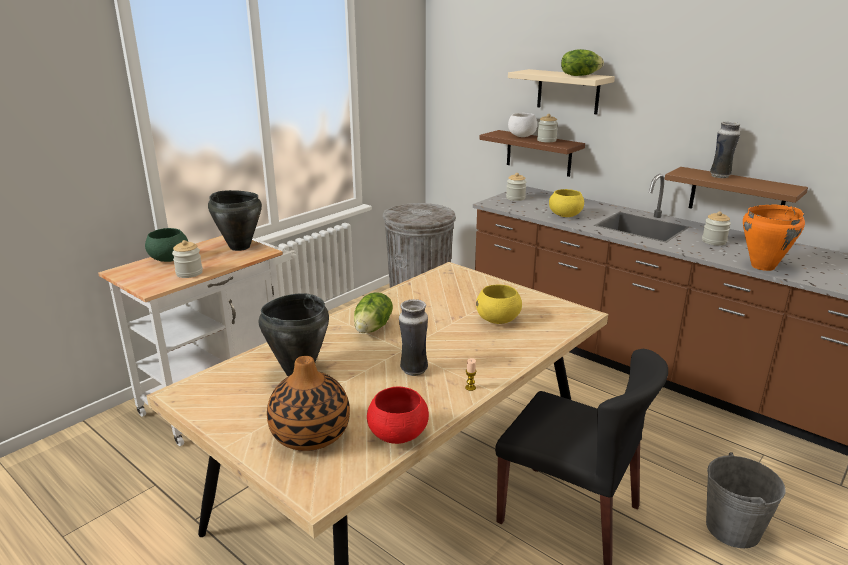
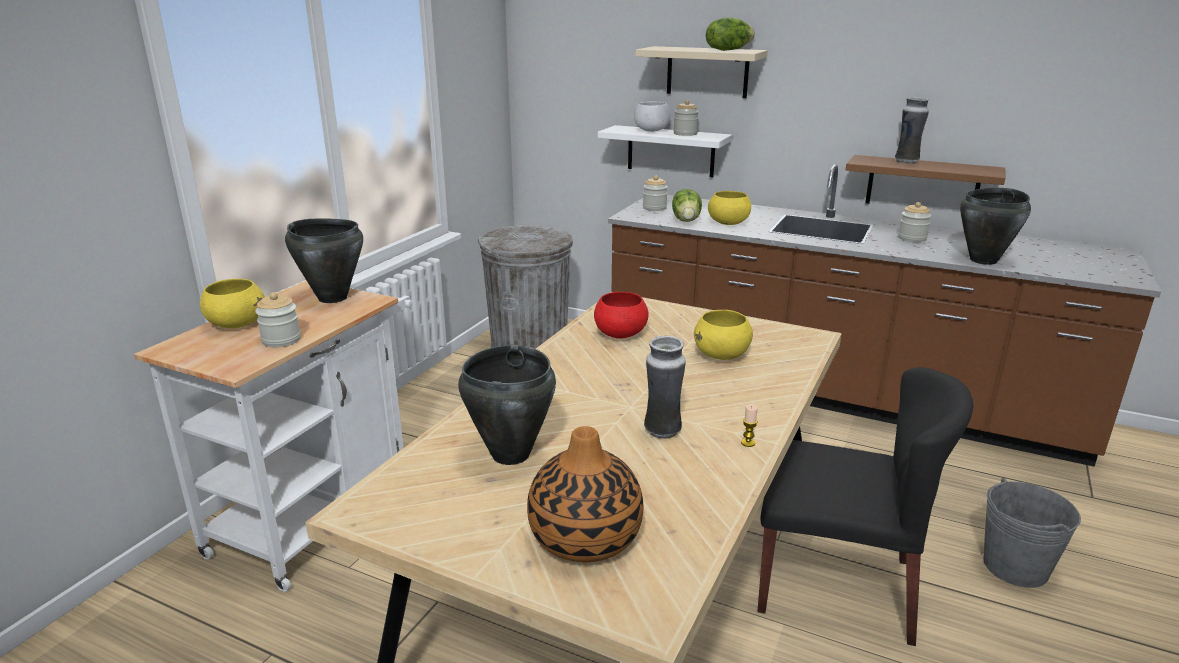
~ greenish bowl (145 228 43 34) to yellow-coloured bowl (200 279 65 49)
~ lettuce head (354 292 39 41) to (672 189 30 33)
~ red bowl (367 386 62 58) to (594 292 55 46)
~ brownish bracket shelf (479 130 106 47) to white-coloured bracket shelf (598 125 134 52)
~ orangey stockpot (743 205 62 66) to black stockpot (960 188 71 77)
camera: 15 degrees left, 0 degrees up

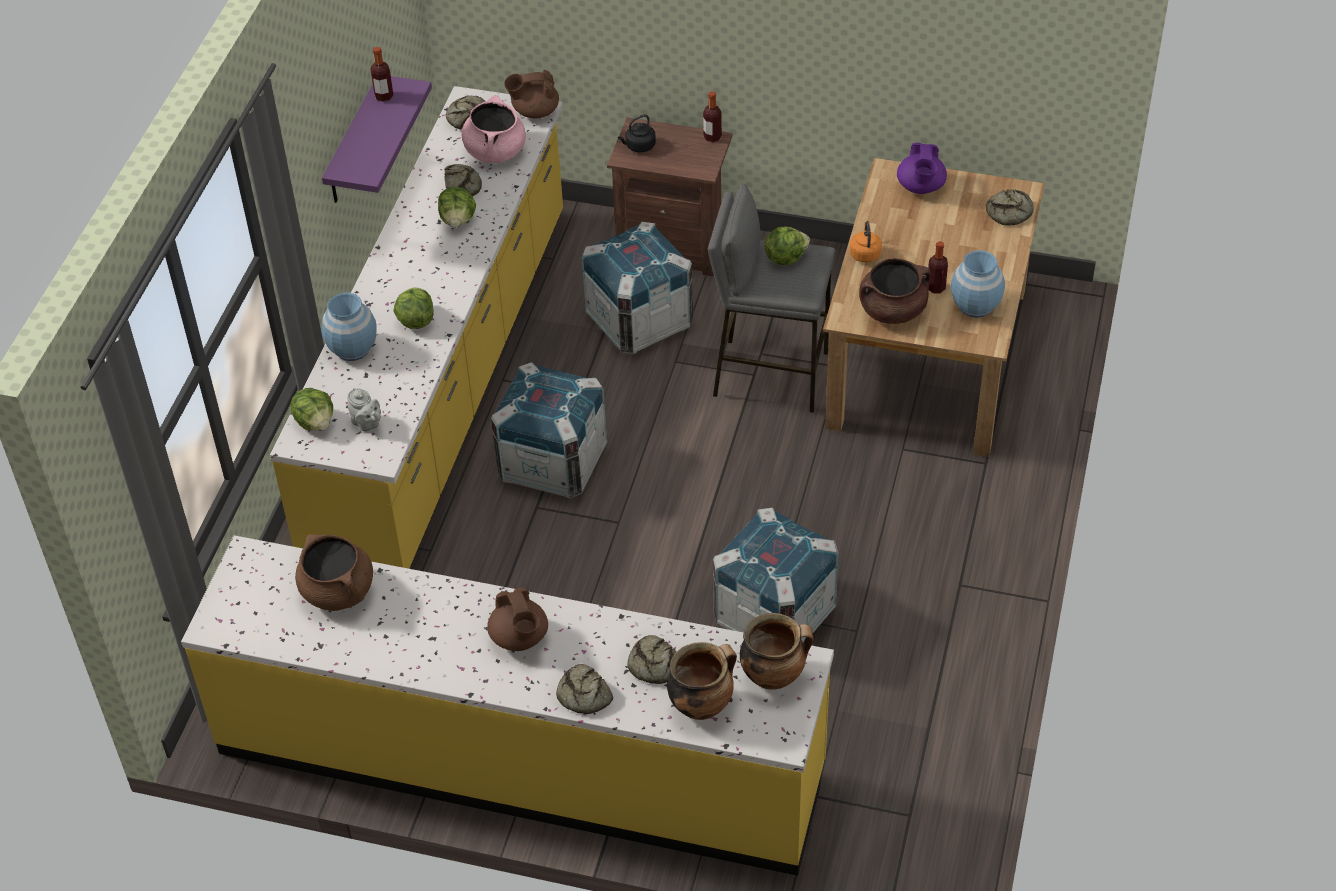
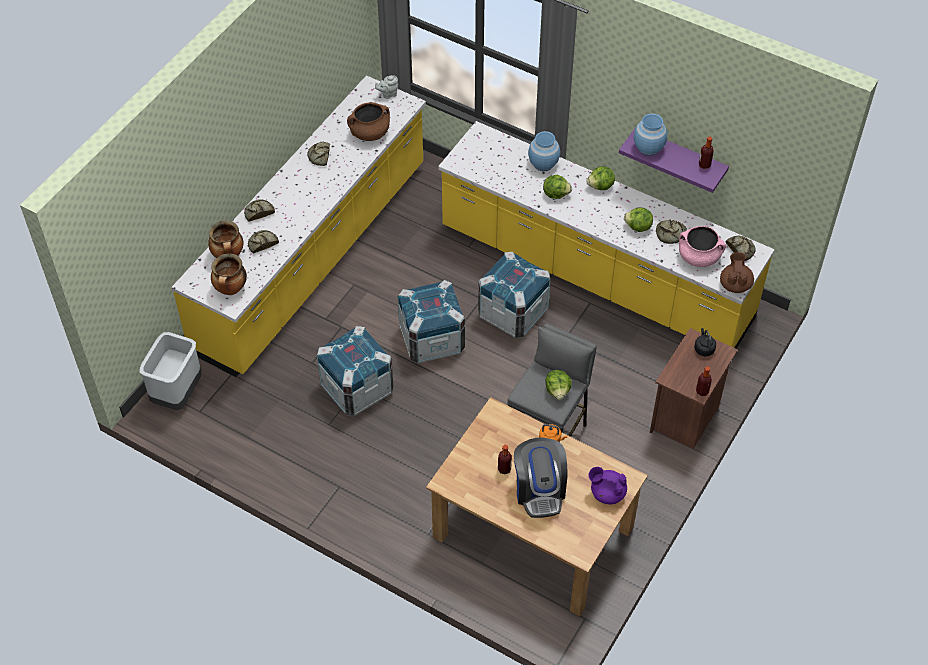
~ lettuce head (291 388 42 42) to (586 166 29 24)
~ grey tea pot (347 388 34 44) to (375 75 23 24)
- brownish tea pot (487 587 61 64)
~ crate (582 222 111 132) to (398 280 67 84)
- brownish stockpot (859 258 72 66)
~ blue flower vase (951 250 54 68) to (634 113 34 43)
~ baked bread (985 189 49 37) to (307 142 23 24)
+ grey waste bin (139 332 62 78)
+ coffee machine (514 438 53 80)
camera: 105 degrees right, 5 degrees up

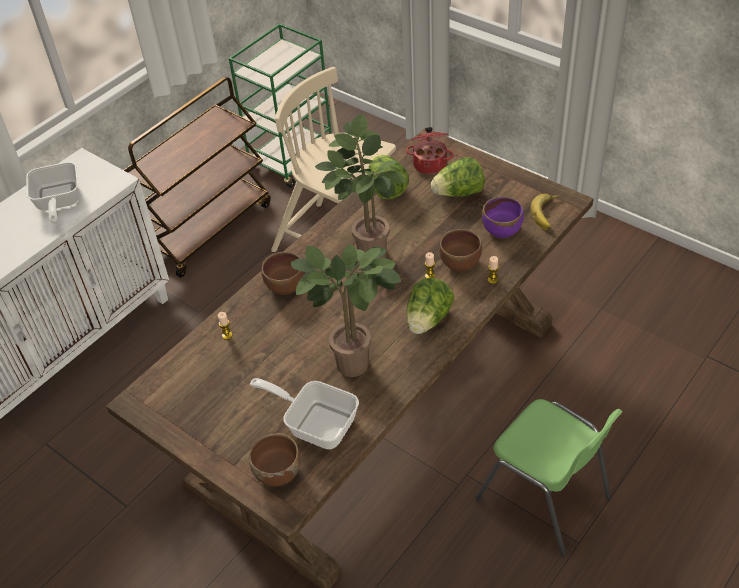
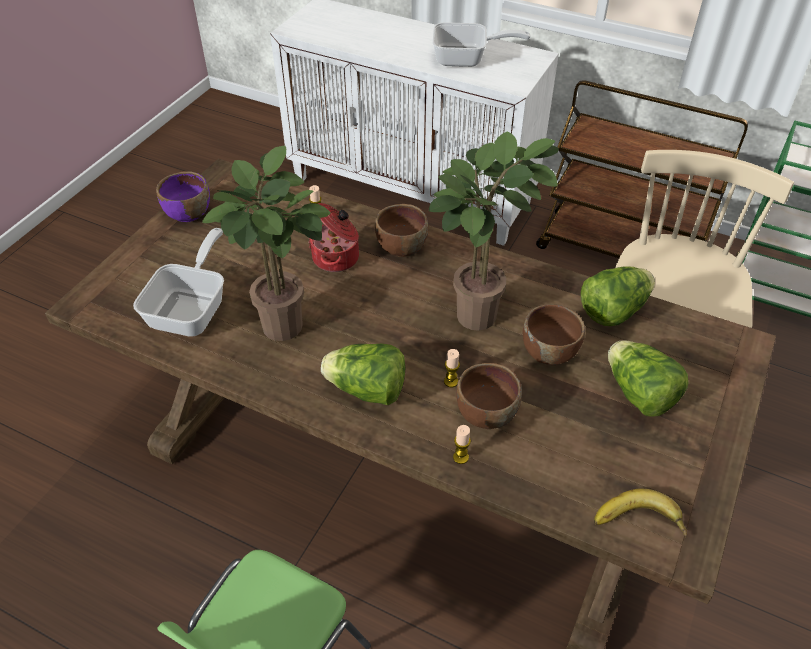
~ skillet (26 162 53 62) = (432 22 98 45) 150 degrees counterclockwise
~ brownish bowl (249 433 51 53) to (522 304 63 61)
~ stockpot (406 127 48 47) to (308 203 51 69)
~ purple-coloured bowl (482 196 42 42) to (156 172 54 50)
camera: 75 degrees right, 0 degrees up

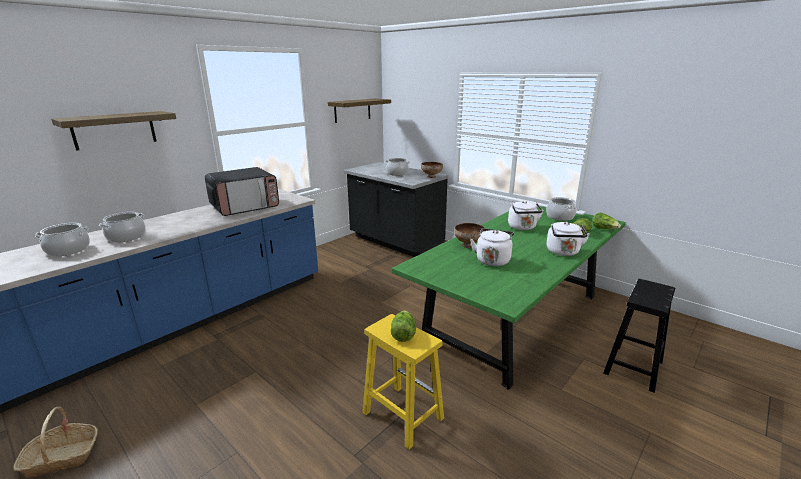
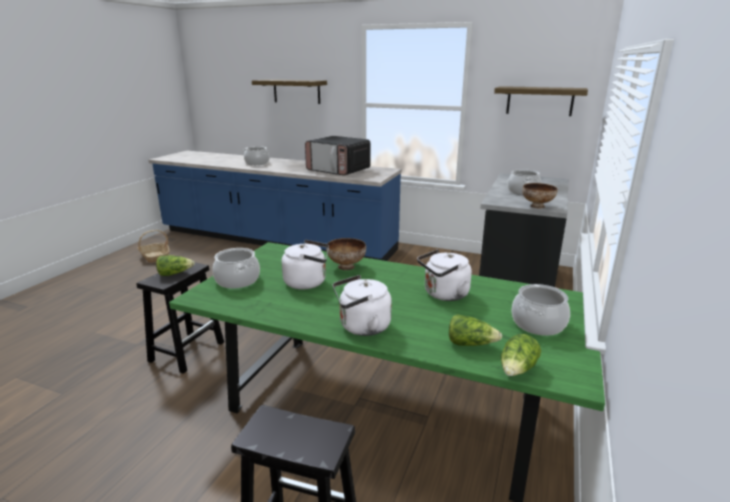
~ stockpot (35 223 55 33) to (212 248 48 41)
~ yellow-coloured stool (362 314 82 136) to black stool (137 262 87 112)
camera: 70 degrees right, 0 degrees up

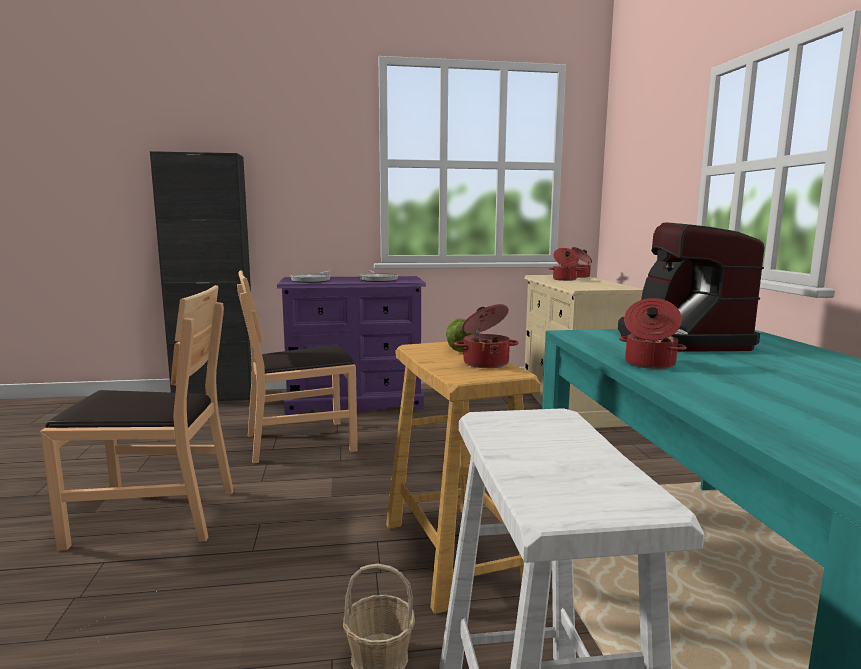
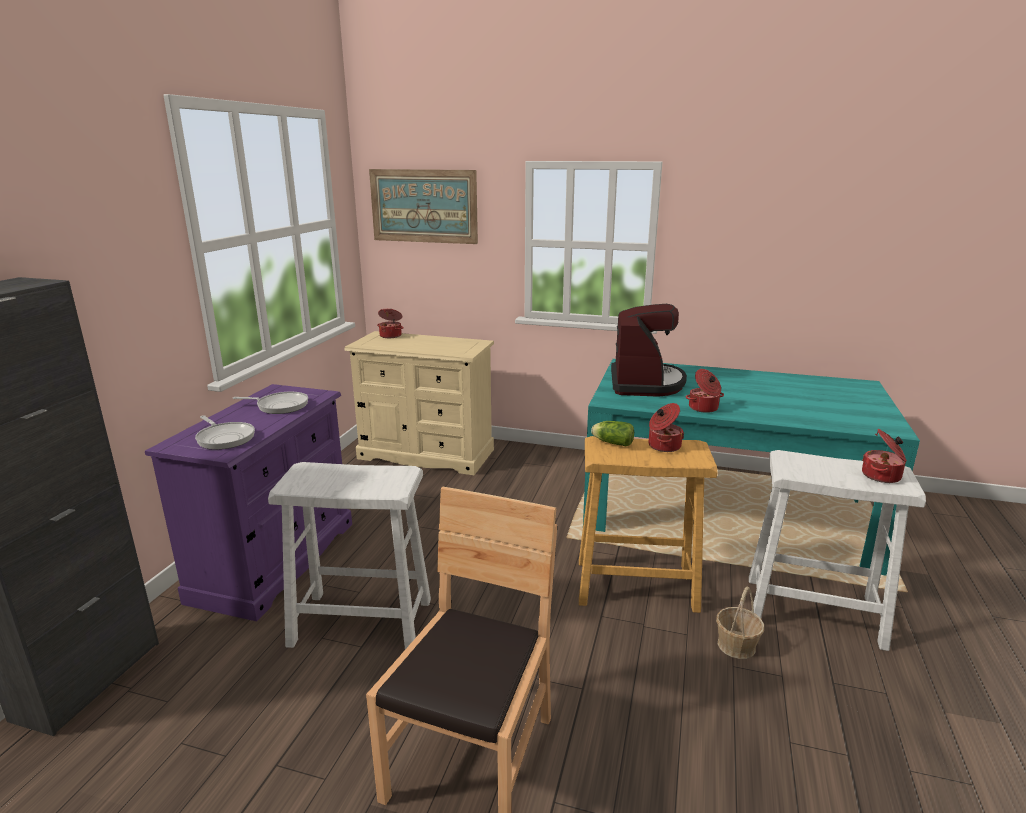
~ brownish chair (237 270 121 194) to white-coloured stool (268 462 163 187)
~ stockpot (548 248 34 33) to (862 429 45 54)
~ coffee machine (618 223 146 129) = (611 304 76 93) 105 degrees counterclockwise
+ picture (369 169 109 75)
camera: 65 degrees left, 10 degrees up

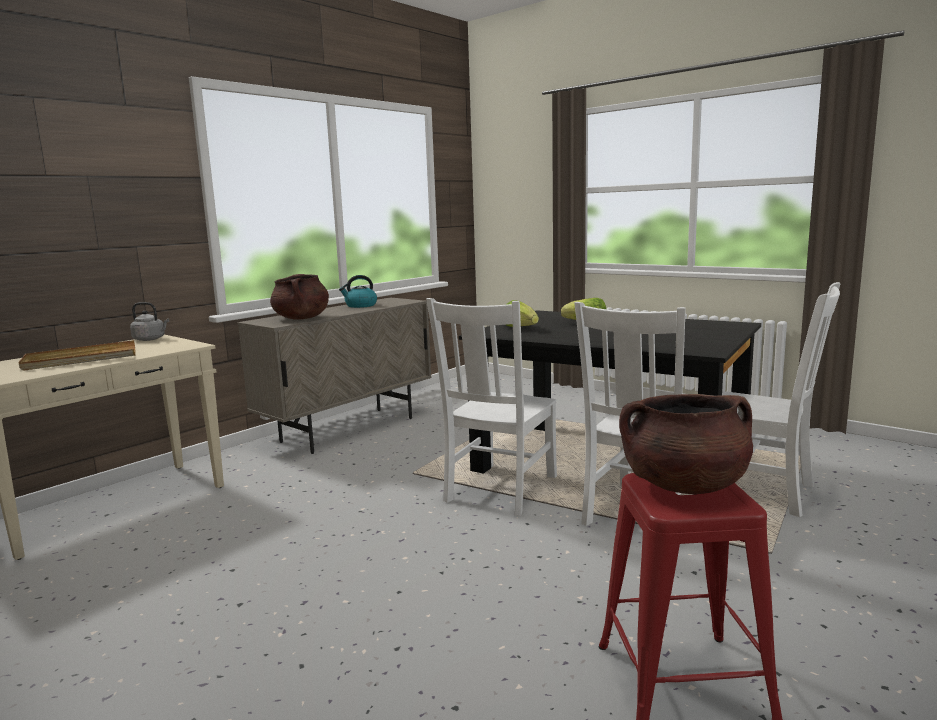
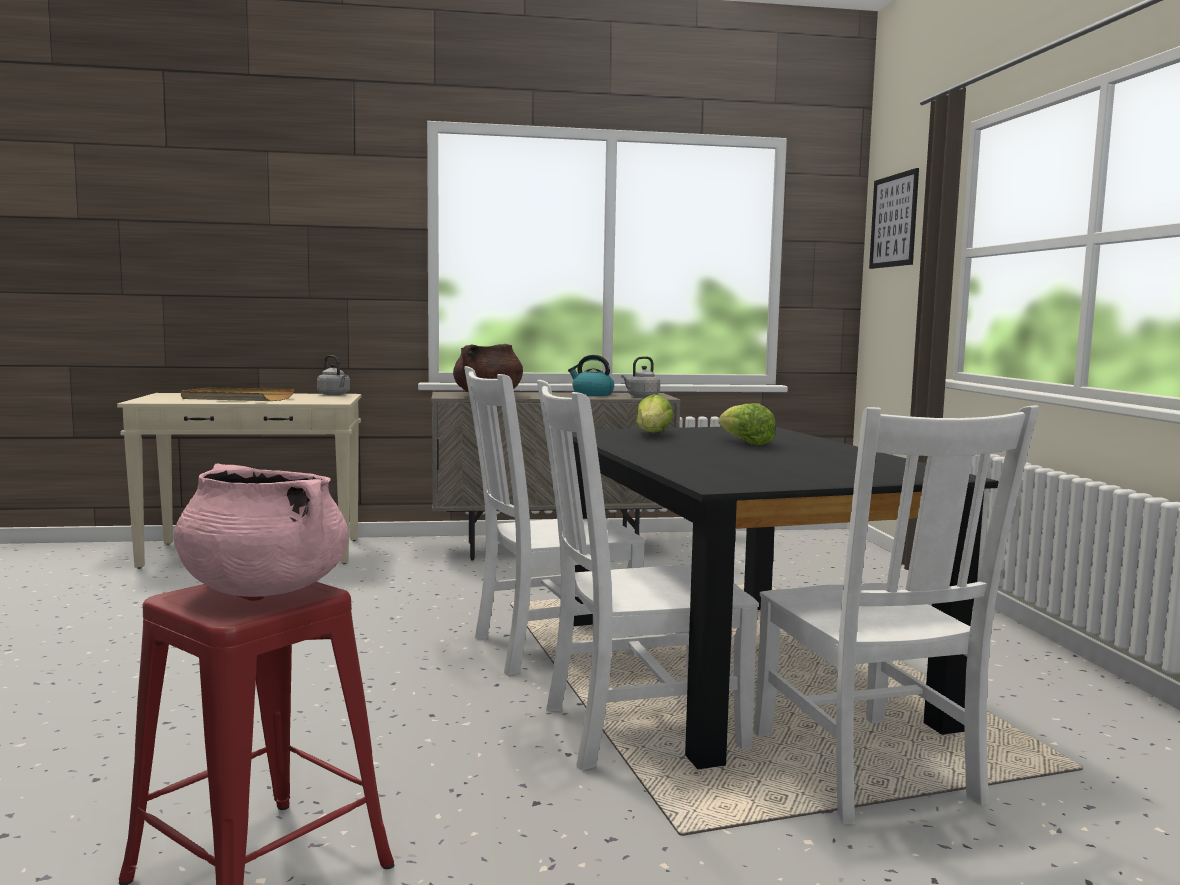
~ brownish stockpot (619 394 134 100) to pink-coloured stockpot (174 463 174 134)
+ grey water kettle (621 356 39 42)
+ picture (869 168 50 101)
camera: 40 degrees right, 5 degrees down

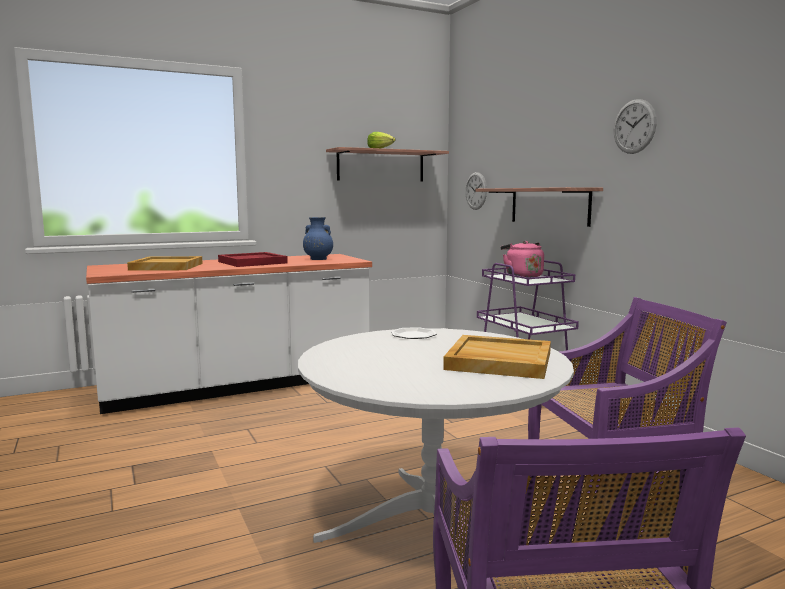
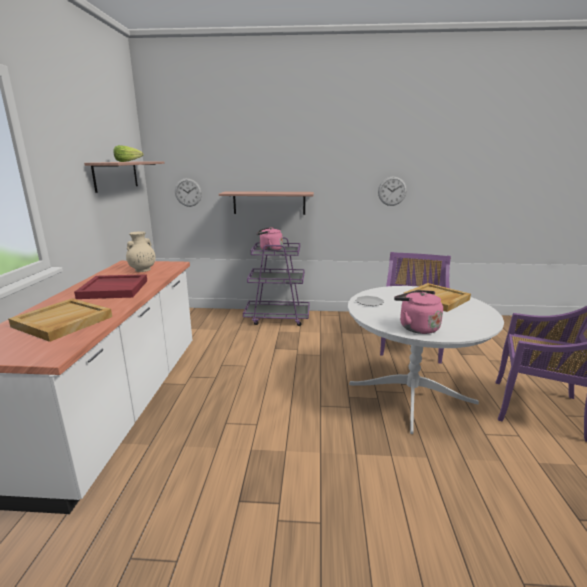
~ blue flower vase (303 217 30 43) to beige flower vase (126 231 30 41)
~ clock on the wall (614 99 43 55) to (378 176 29 30)
+ pink-coloured water kettle (394 290 49 44)
camera: 60 degrees left, 10 degrees up

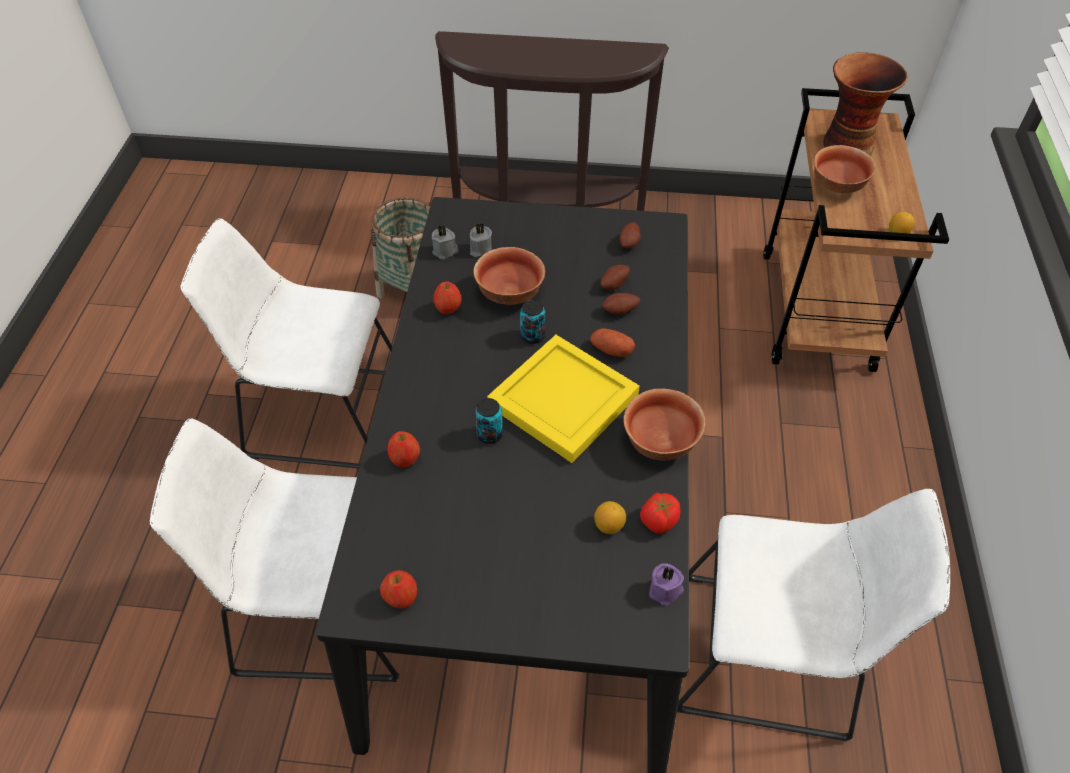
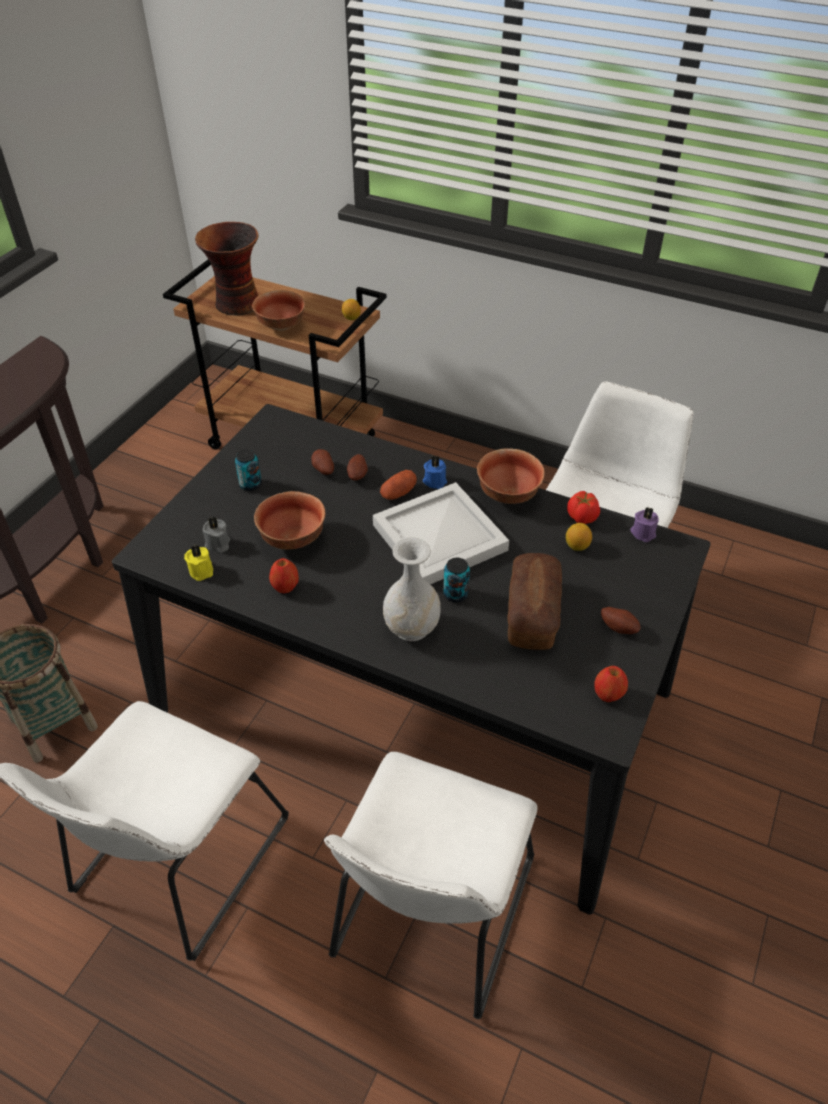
- whole apple (388 431 32 37)
~ grey wax candle (432 225 26 35) to yellow-coloured wax candle (184 545 29 36)
~ yellow-coloured carrying tray (487 335 153 128) to white-coloured carrying tray (373 482 136 102)
~ metal can (520 300 25 44) to (235 449 27 42)
~ spud (620 222 21 26) to (601 607 40 27)
+ white-coloured flower vase (383 537 58 104)
+ blue wax candle (423 456 24 33)
+ baked bread (507 553 55 97)
camera: 70 degrees left, 5 degrees down

